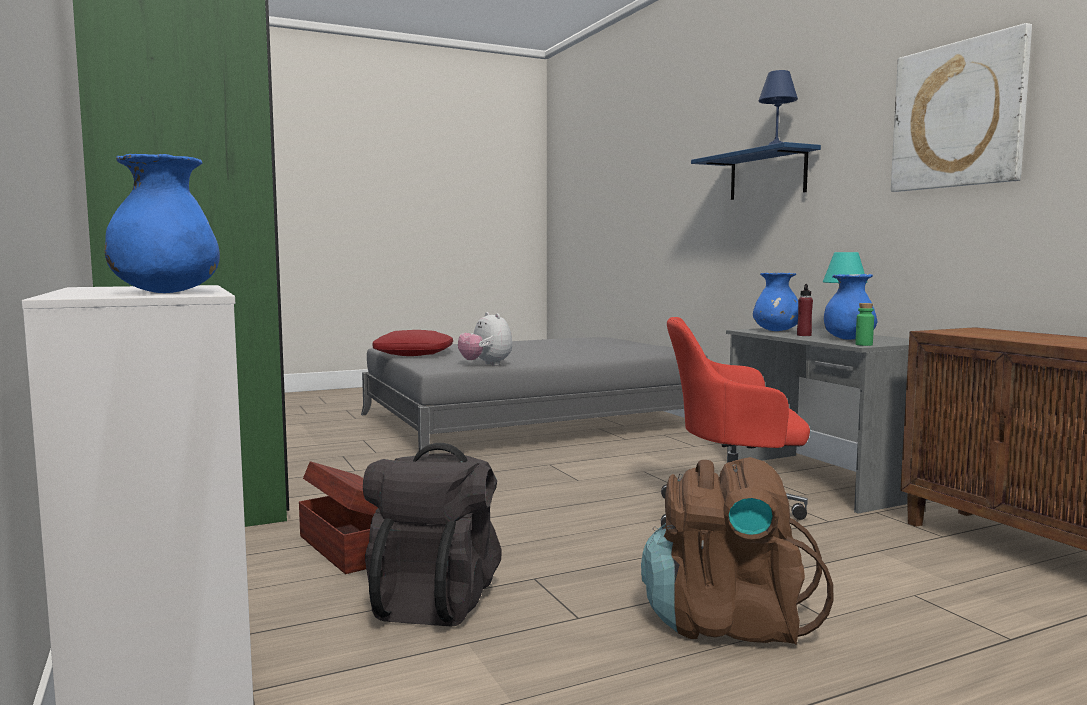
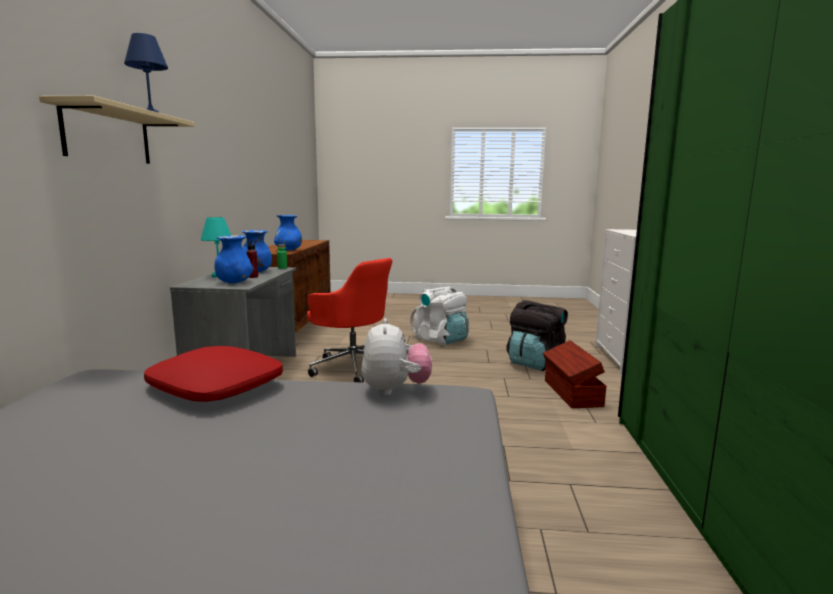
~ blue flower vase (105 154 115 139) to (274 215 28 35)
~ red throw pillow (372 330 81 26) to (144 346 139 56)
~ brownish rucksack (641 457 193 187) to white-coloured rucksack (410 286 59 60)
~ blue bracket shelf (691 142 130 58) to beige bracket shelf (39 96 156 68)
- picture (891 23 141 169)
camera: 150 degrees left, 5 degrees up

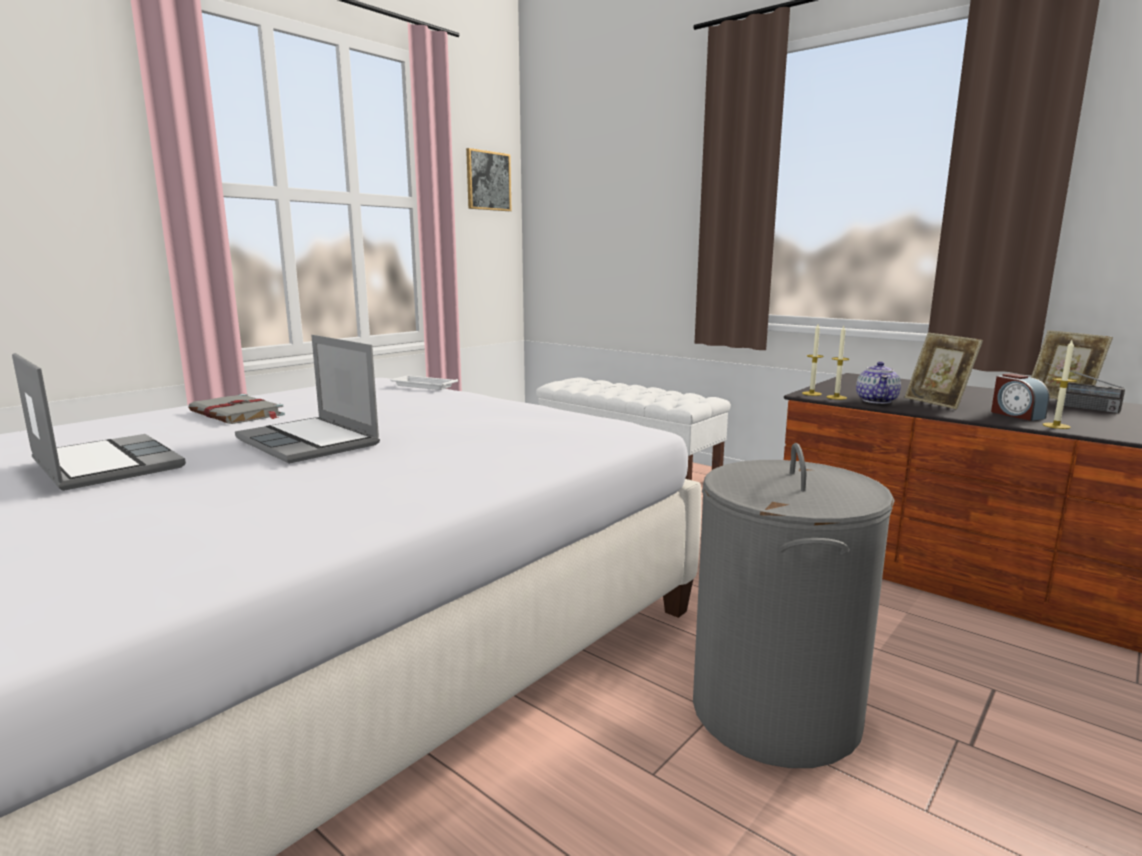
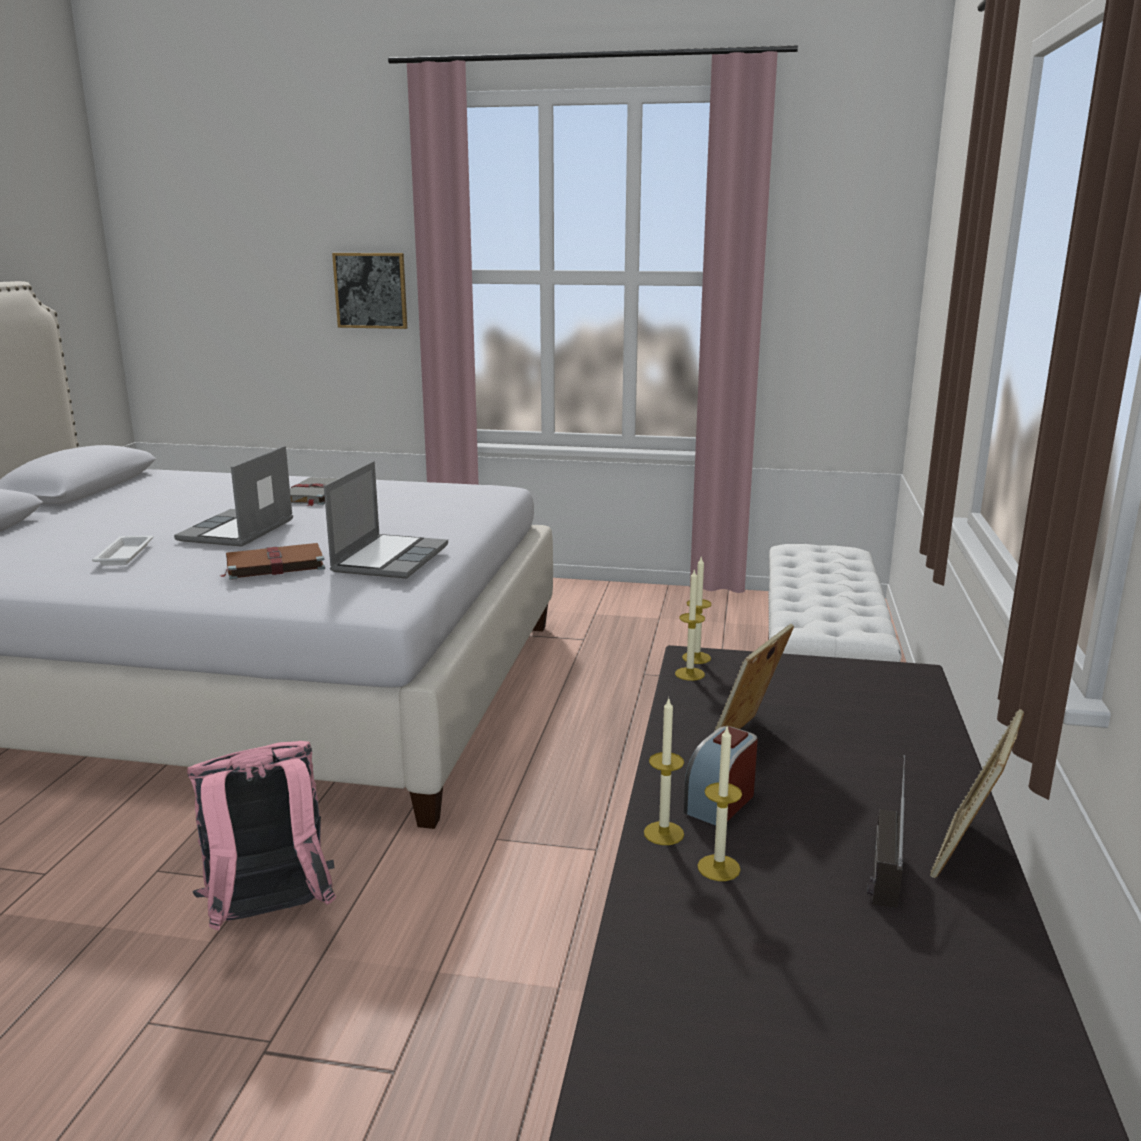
~ laptop (12 353 174 138) to (324 461 124 118)
~ white-coloured carrying tray (390 376 68 14) to (92 536 61 30)
~ picture (466 148 45 63) to (332 253 75 76)
~ grey washing basket (693 443 202 325) to pink-coloured rucksack (187 741 149 189)
- tea pot (856 361 45 43)
+ brownish volume (221 543 104 37)
+ wax candle (697 727 45 154)
camera: 60 degrees right, 5 degrees up

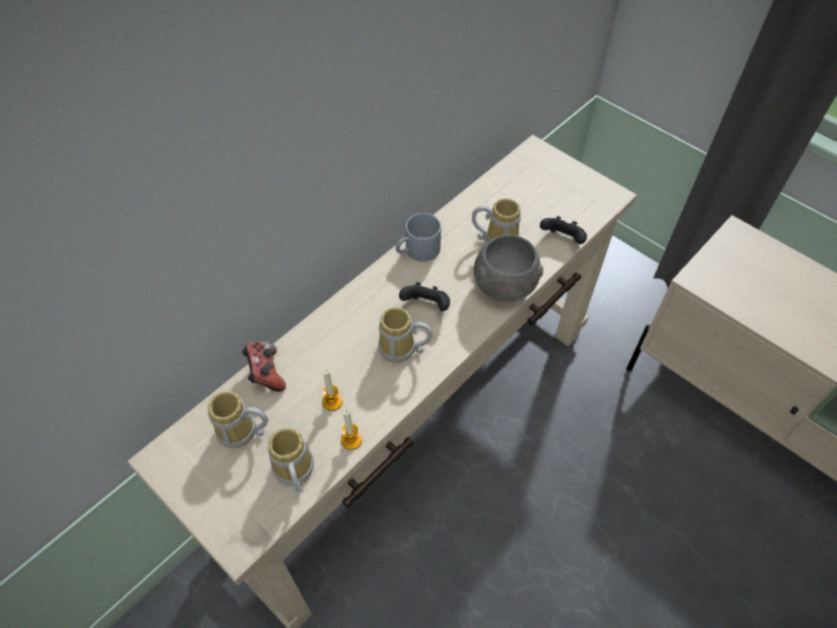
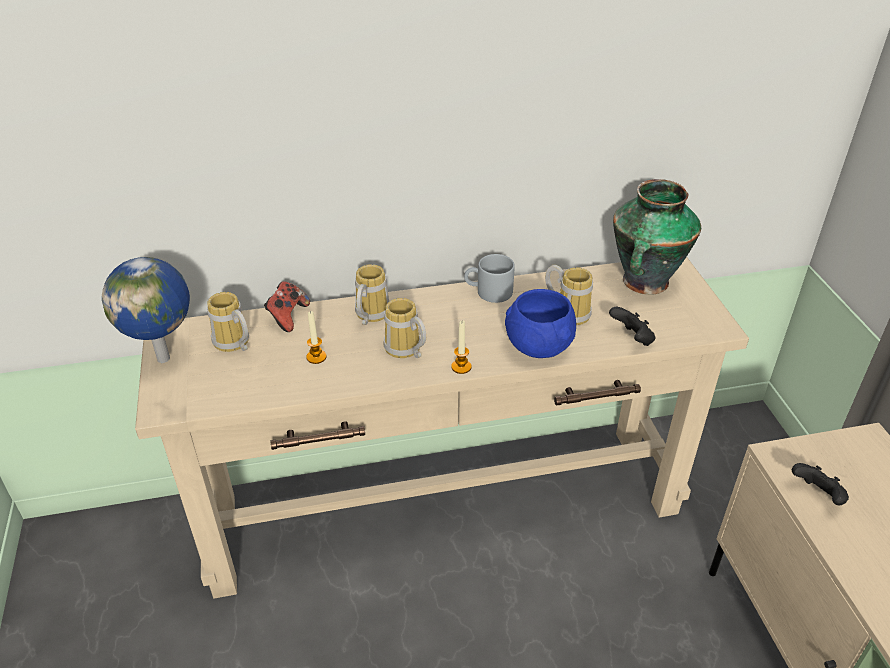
~ mug (268 428 46 65) to (355 264 35 61)
~ wax candle (341 409 21 41) to (451 321 20 53)
~ black game controller (399 282 51 29) to (792 463 57 42)
~ grey bowl (474 235 69 67) to blue bowl (505 289 71 69)
+ world globe (102 257 88 106)
+ flower vase (613 179 88 116)
camera: 35 degrees right, 15 degrees down

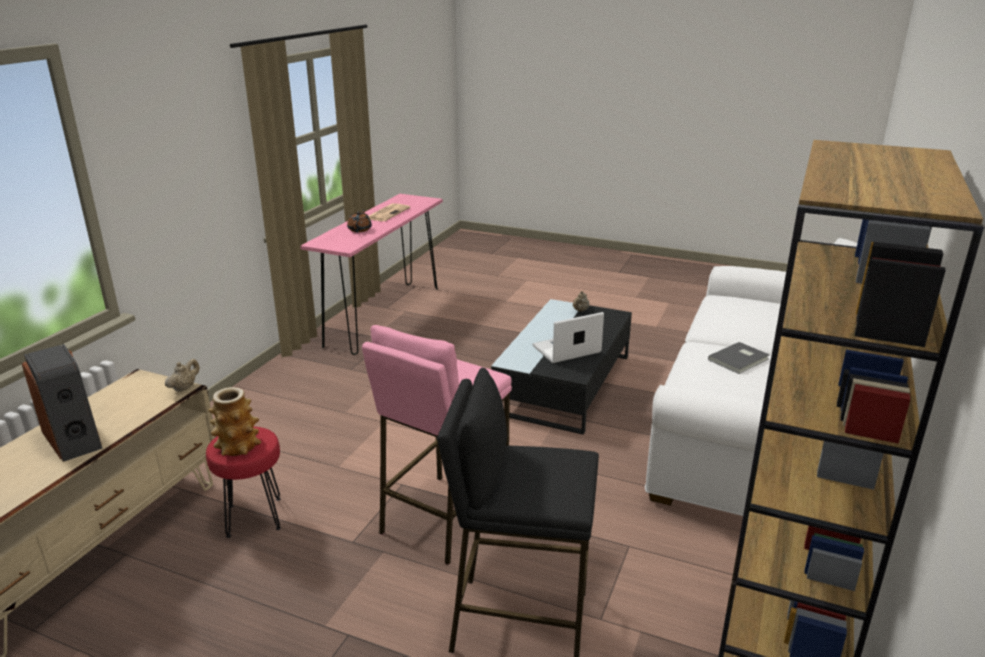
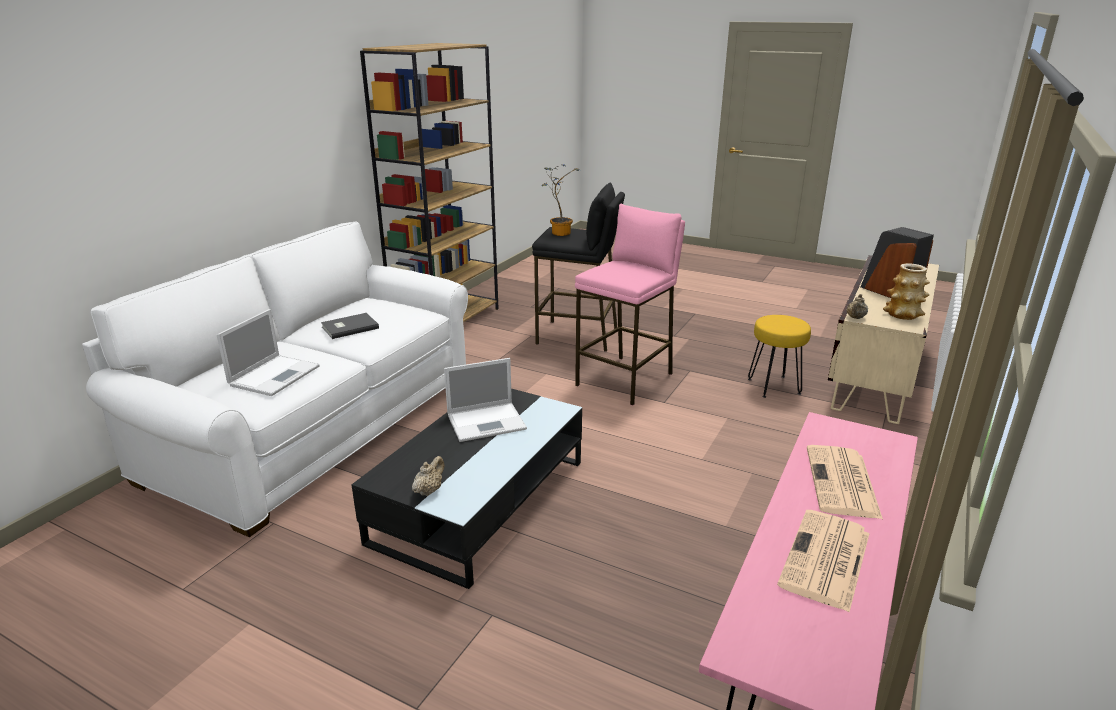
~ red stool (206 427 75 111) to yellow-coloured stool (748 315 63 83)
~ flower vase (209 387 52 69) to (883 263 47 57)
~ brownish tea pot (347 210 25 22) to printed paper (807 445 76 74)
+ laptop (217 309 103 87)
+ plant in a pot (541 164 38 72)
camera: 175 degrees left, 0 degrees up

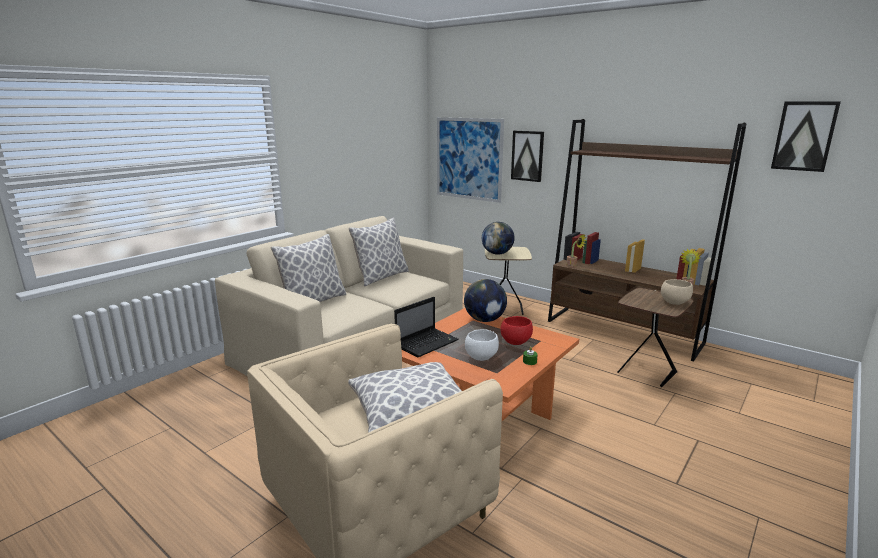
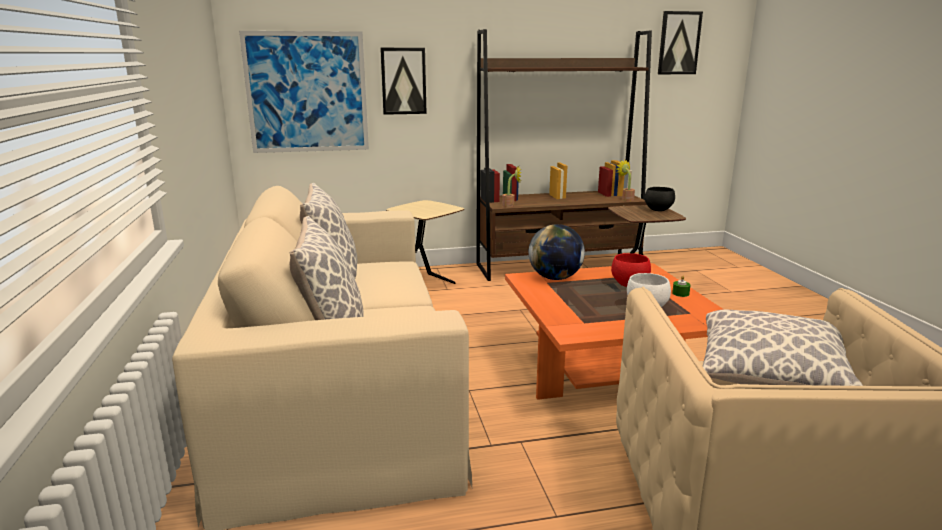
- laptop (394 297 64 60)
- world globe (482 222 33 33)
~ beige bowl (661 279 32 26) to black bowl (645 187 30 24)
camera: 50 degrees left, 0 degrees up

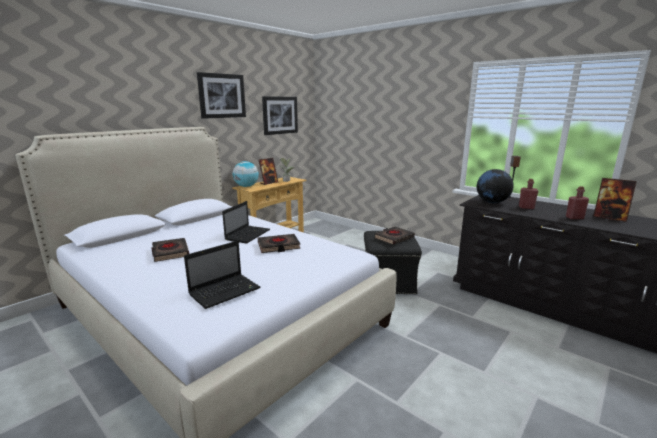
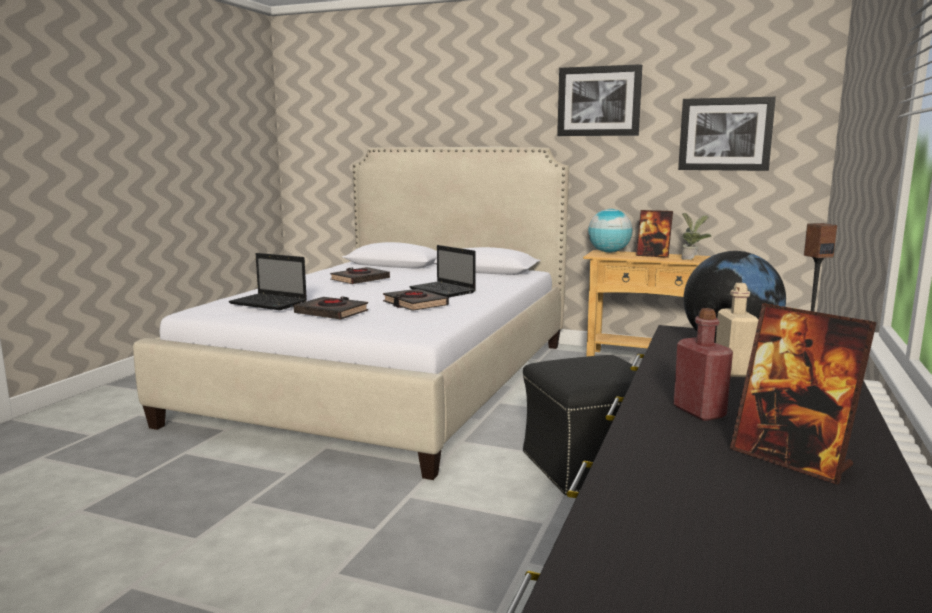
~ laptop (222 201 48 43) = (409 245 67 52) 45 degrees clockwise
~ black volume (374 227 41 18) to (294 296 74 23)
~ red drink bottle (519 179 20 30) to beige drink bottle (716 283 43 94)
~ standing frame (593 178 44 44) = (730 303 147 181) 60 degrees counterclockwise
camera: 70 degrees right, 5 degrees down

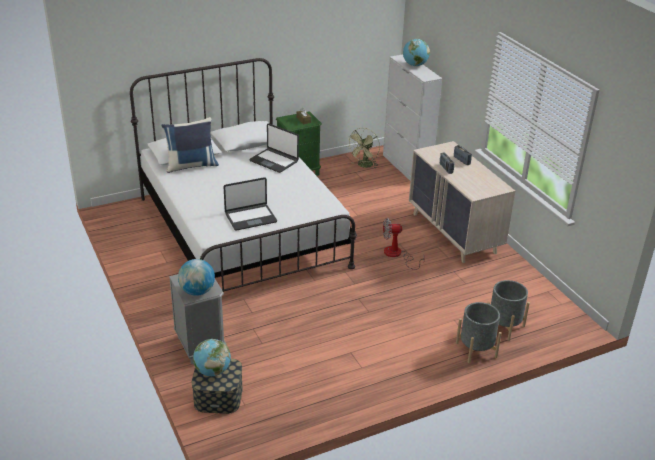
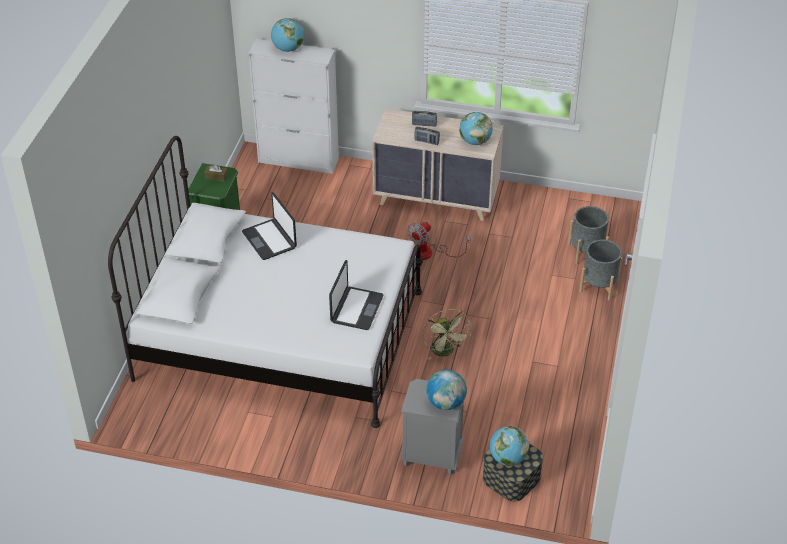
- blue throw pillow (161 117 58 56)
~ laptop (249 123 50 50) = (242 192 55 68) 75 degrees clockwise
~ greenish fan (347 128 33 40) to (422 309 49 51)
+ world globe (459 112 34 33)
camera: 50 degrees left, 10 degrees up

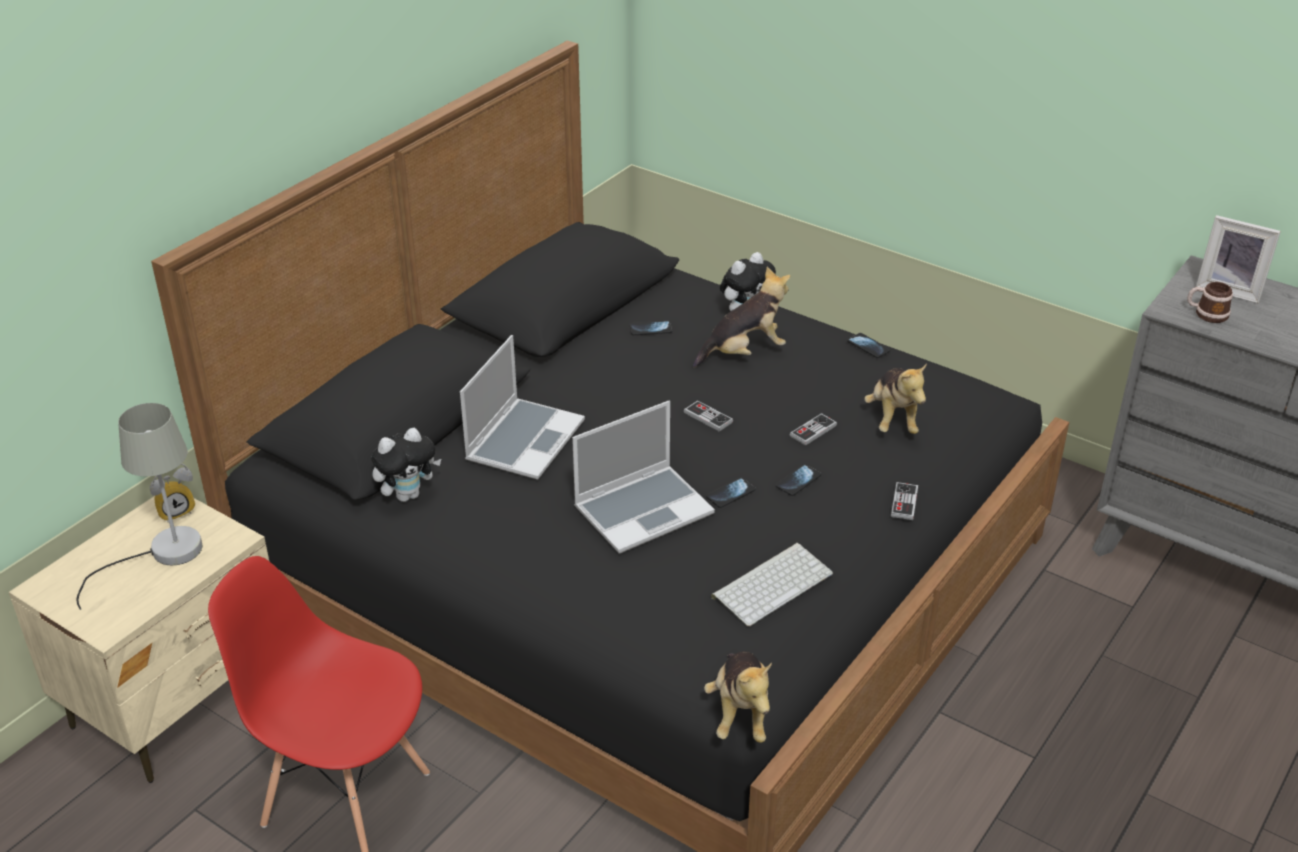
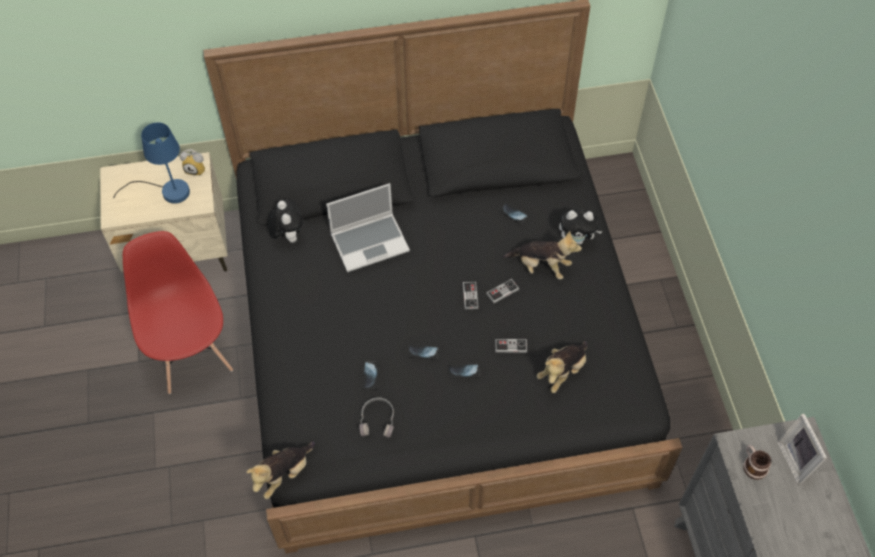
~ grey table lamp (77 403 125 207) to blue table lamp (113 122 77 82)
~ soft toy (371 428 70 74) = (268 199 35 44) 120 degrees counterclockwise
- laptop (572 401 143 152)
~ computer keyboard (711 543 122 83) to grey headphones (359 397 35 41)
~ phone (847 333 43 25) to (362 361 17 29)
~ game controller (891 482 27 38) to (486 279 33 24)
camera: 45 degrees right, 20 degrees up

